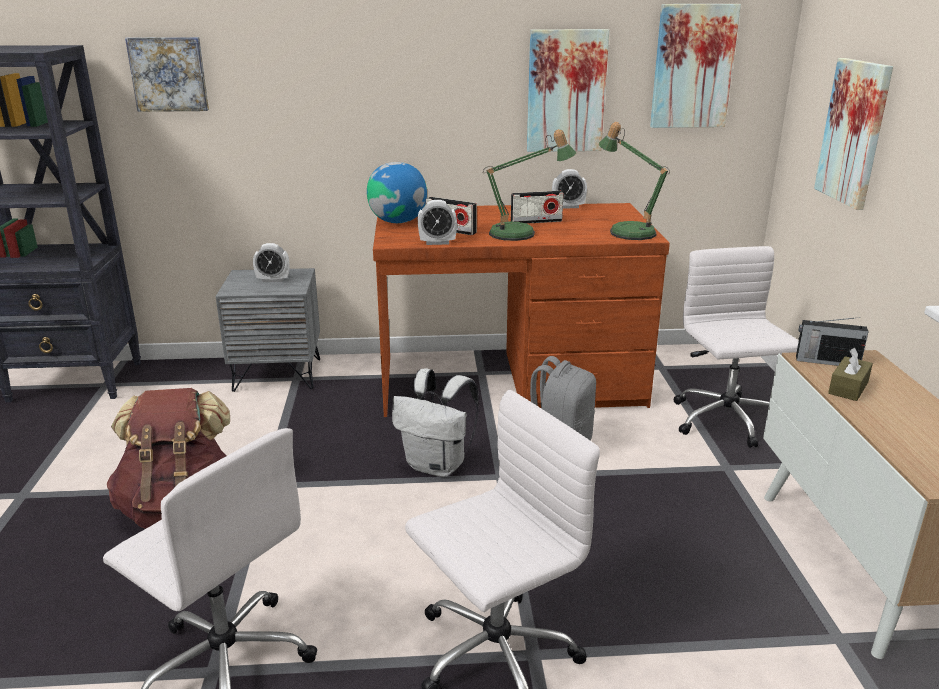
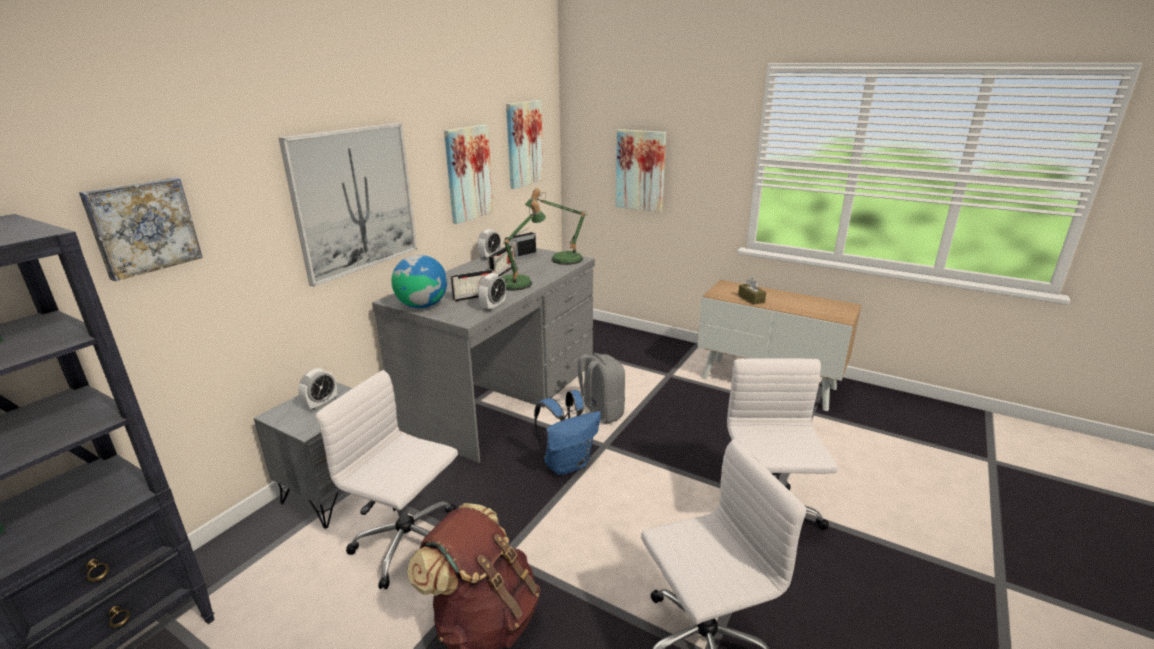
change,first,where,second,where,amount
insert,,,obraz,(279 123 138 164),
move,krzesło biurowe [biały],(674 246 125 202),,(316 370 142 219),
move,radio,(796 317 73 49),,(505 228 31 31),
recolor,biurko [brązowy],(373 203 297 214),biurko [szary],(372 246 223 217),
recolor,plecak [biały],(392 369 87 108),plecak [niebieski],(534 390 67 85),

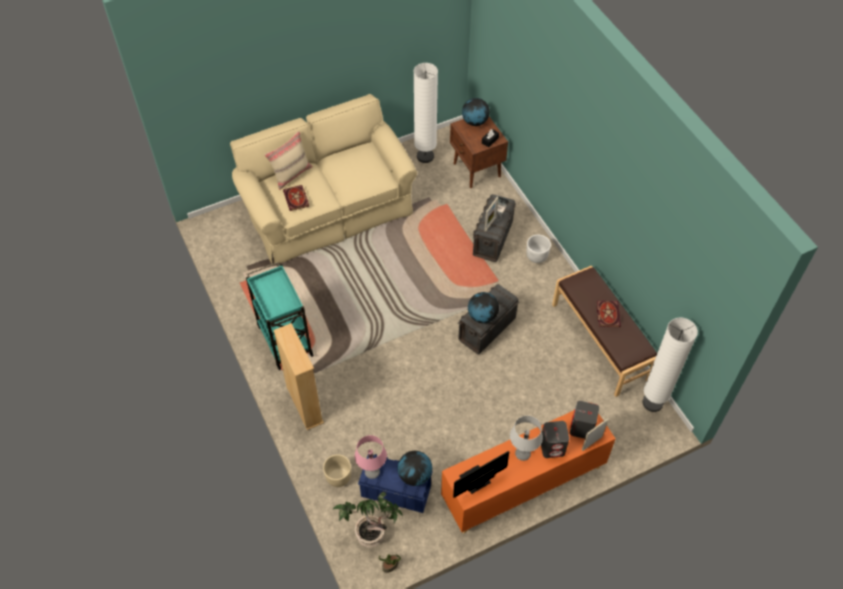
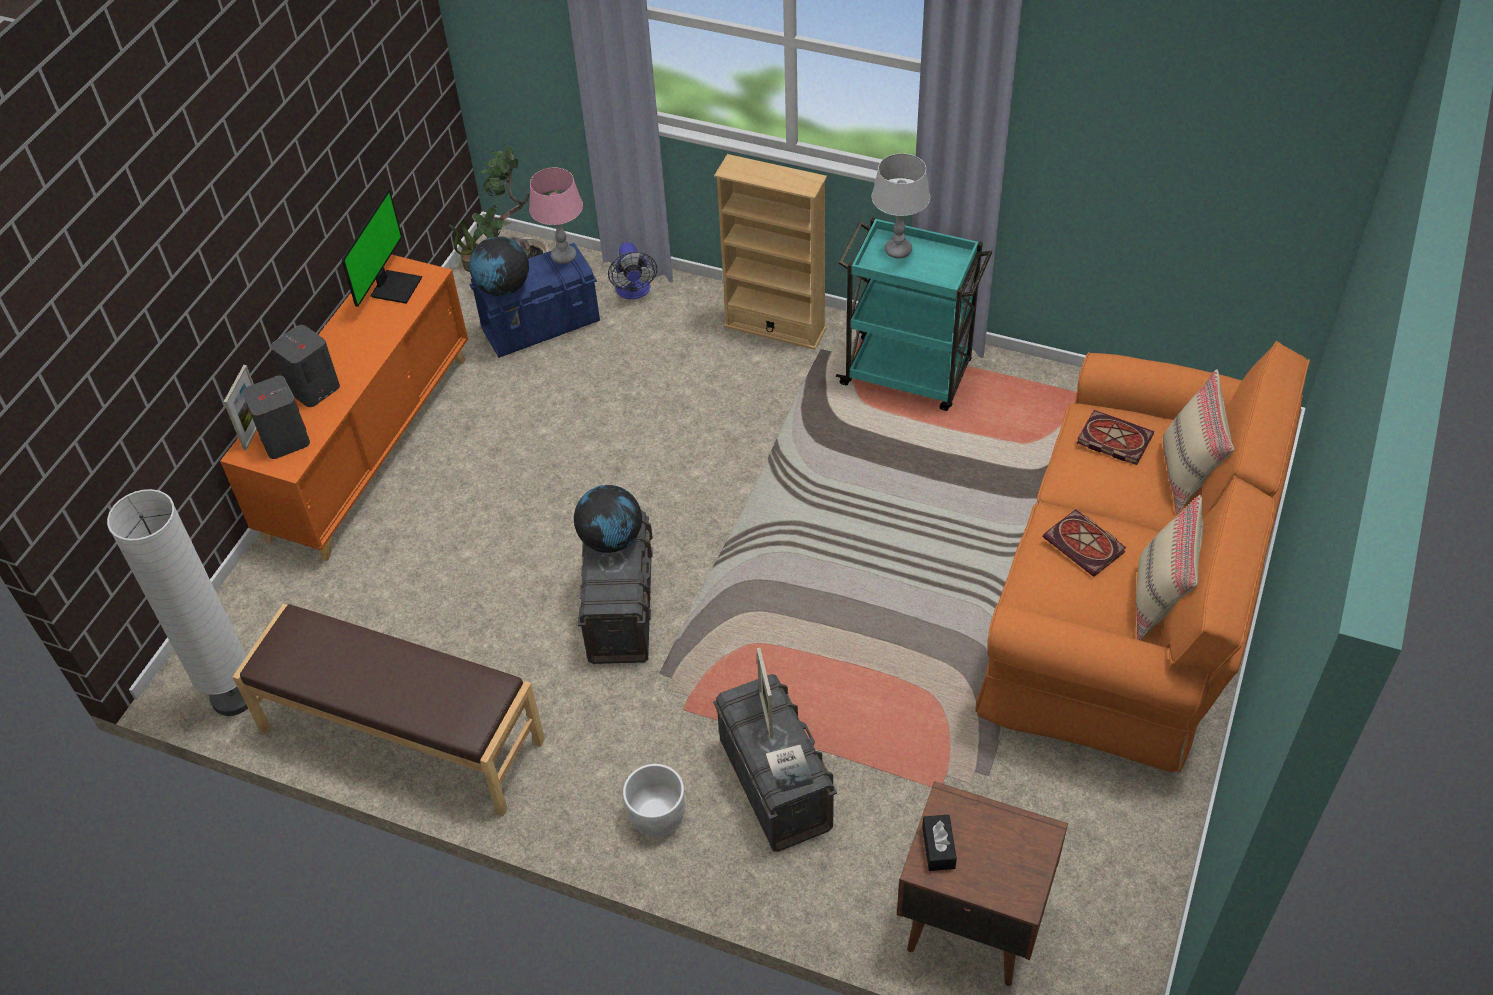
change,first,where,second,where,amount
delete,lampa stojąca [biały],(414 63 24 100),,,
delete,globus,(462 98 28 28),,,
insert,,,poduszka [beżowy],(1136 495 67 145),
move,lampa stołowa [szary],(510 416 33 45),,(872 153 58 106),
move,książka,(597 301 24 26),,(1043 509 83 68),
replace,donica [beżowy],(323 454 28 33),wentylator,(608 242 49 57),
recolor,kanapa [beżowy],(230 94 187 171),kanapa [pomarańczowy],(976 341 334 432),

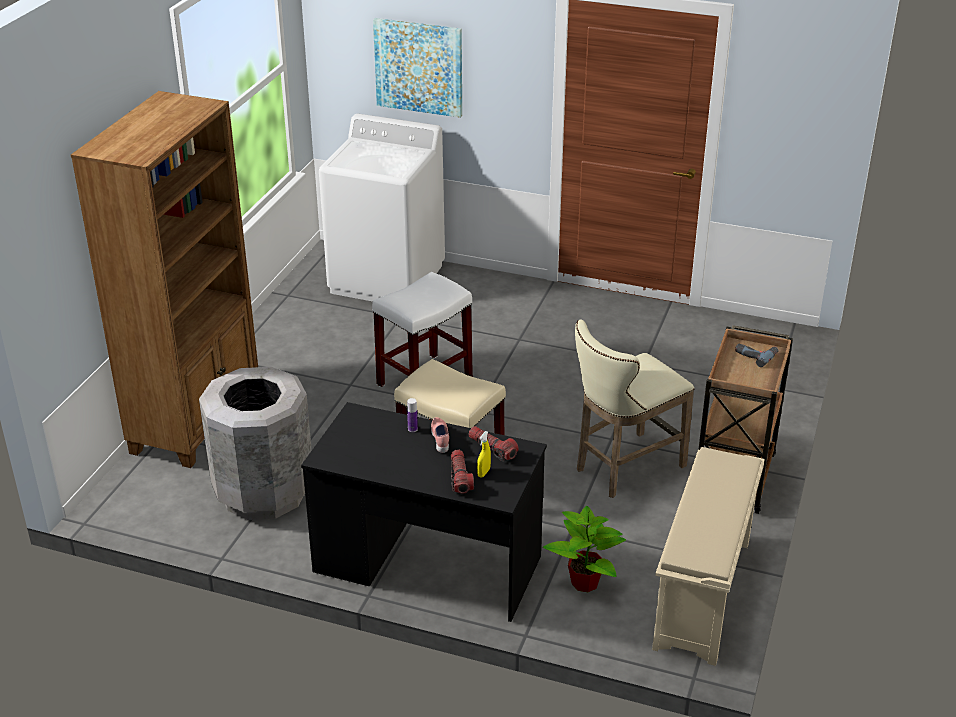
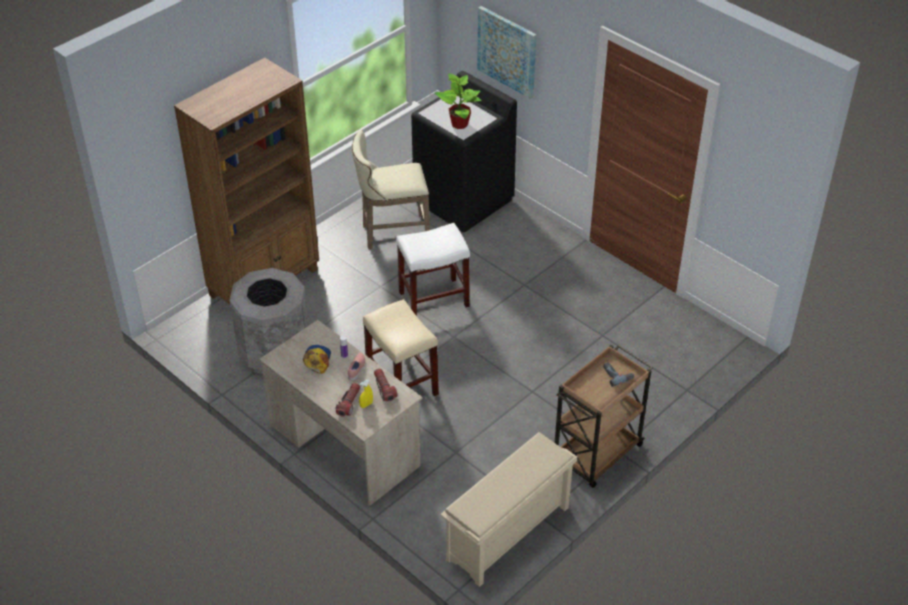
change,first,where,second,where,amount
insert,,,czapka z daszkiem,(303 345 28 29),
move,roślina doniczkowa,(543 506 83 86),,(435 73 47 56),
move,stołek [beżowy],(575 319 119 179),,(352 130 78 120),
recolor,biurko [czarny],(301 402 246 220),biurko [beżowy],(259 320 163 186),
recolor,pralka [biały],(319 114 126 188),pralka [czarny],(411 71 106 161),

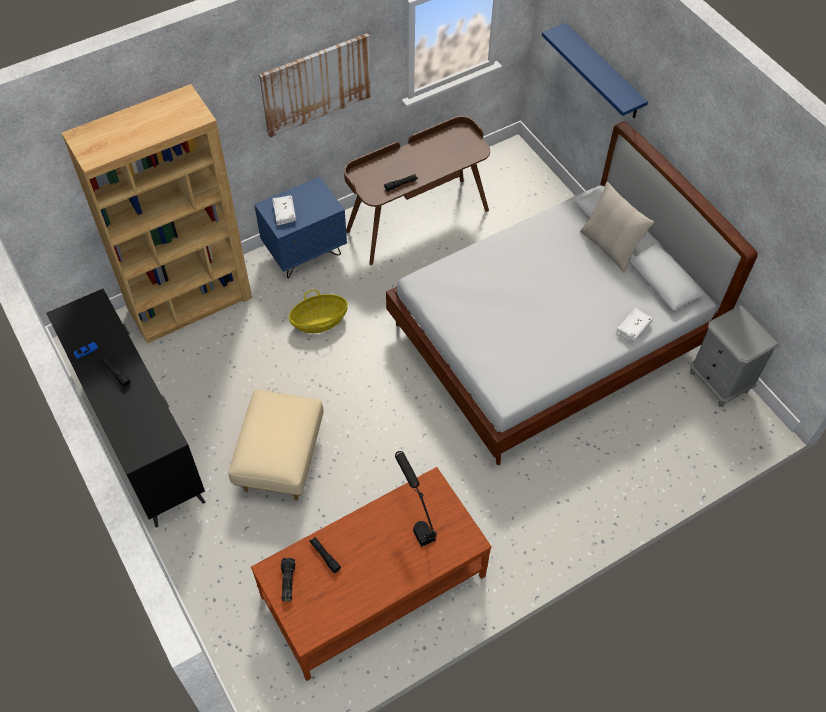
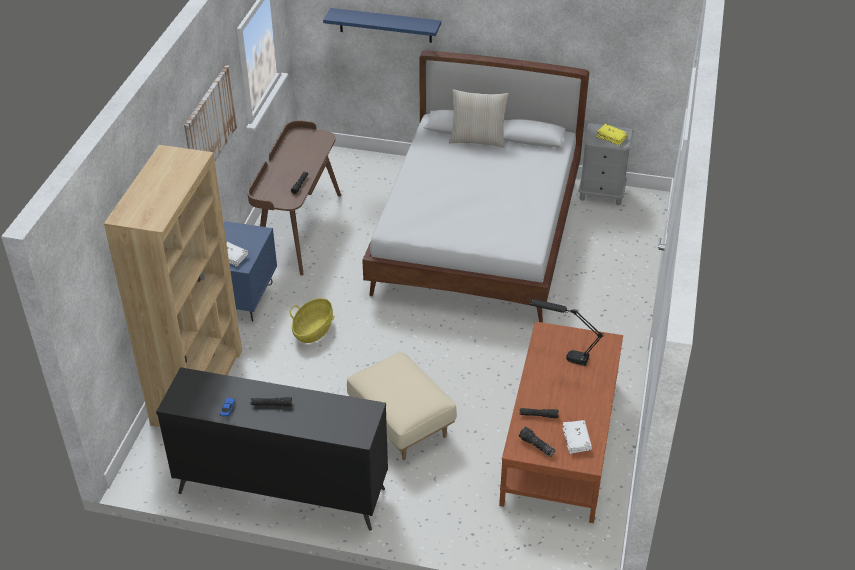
change,first,where,second,where,amount
insert,,,książka [żółty],(596 124 32 22),
move,książka [biały],(616 308 37 34),,(563 420 29 34),

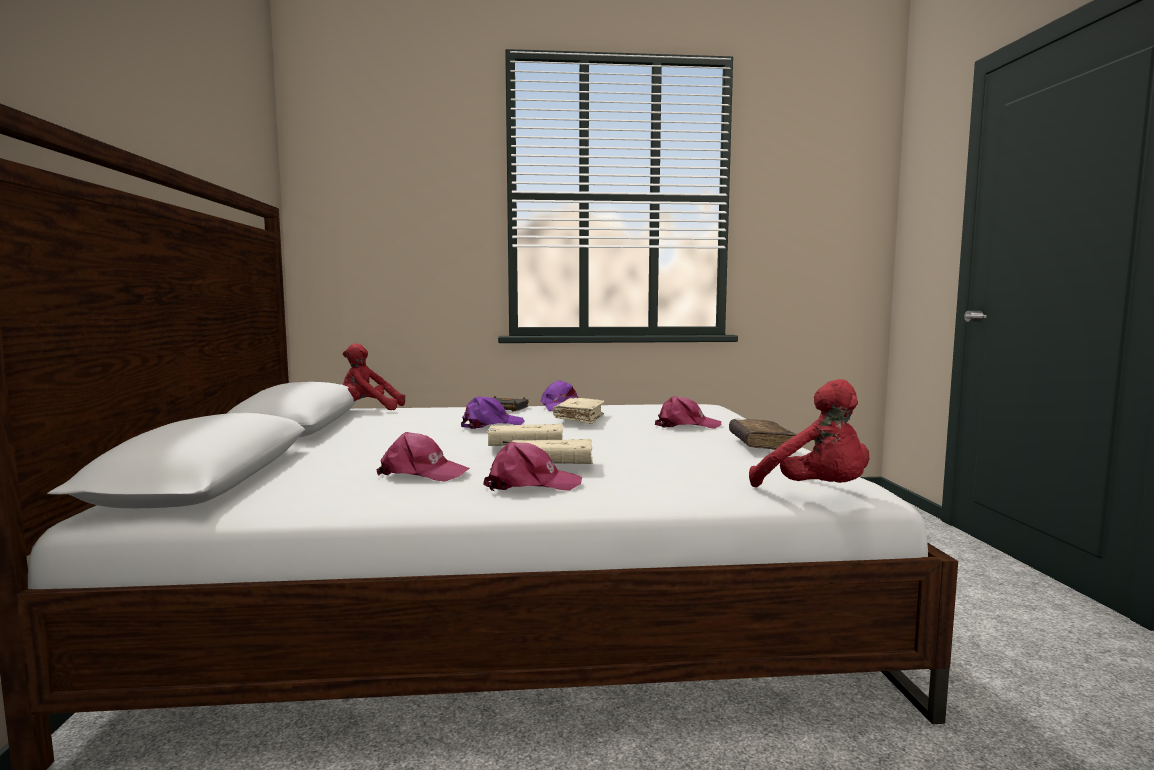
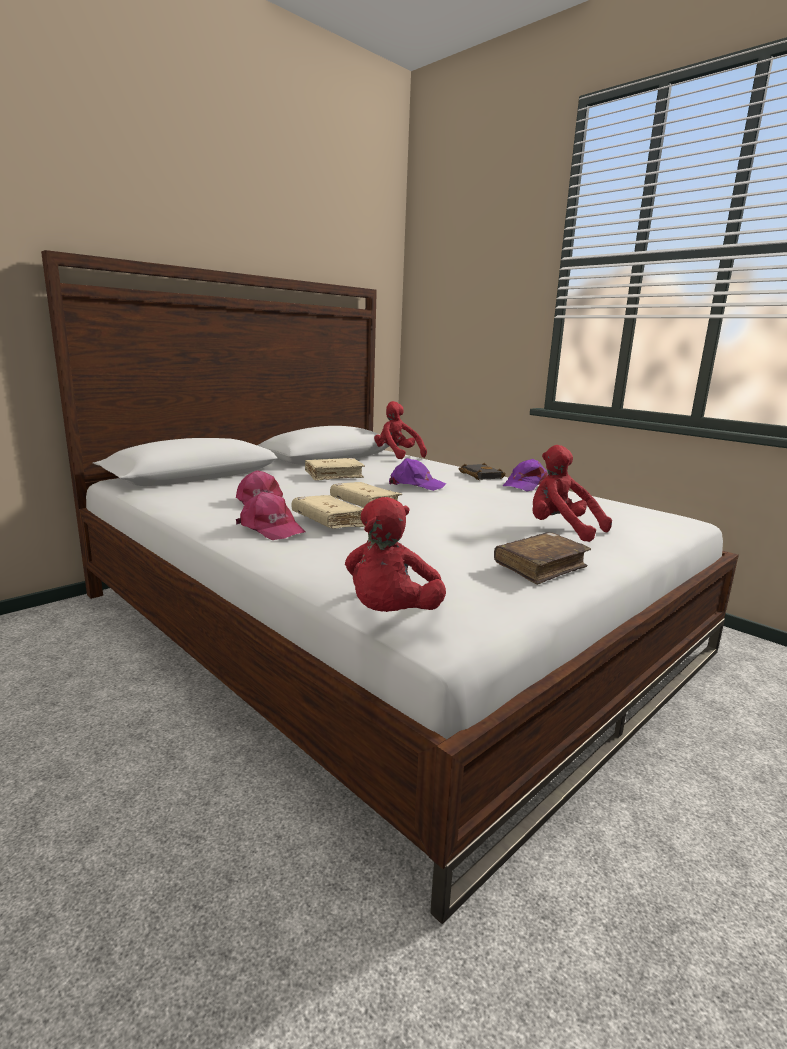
change,first,where,second,where,amount
move,książka [beżowy],(553 397 52 27),,(305 458 60 23),
replace,czapka z daszkiem [różowy],(655 396 66 33),pluszak [czerwony],(532 445 80 97),

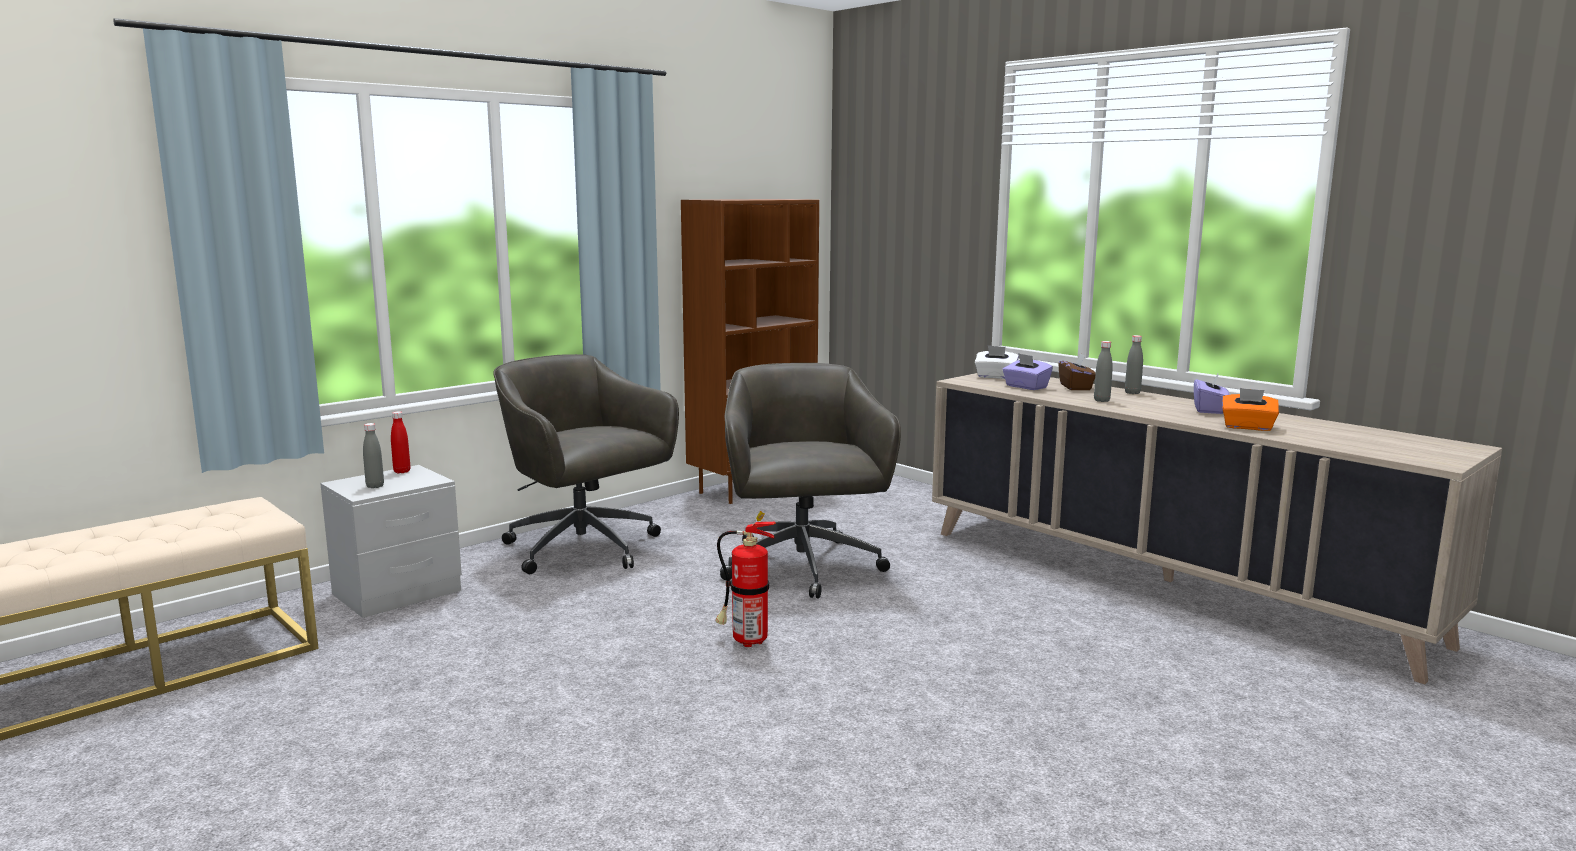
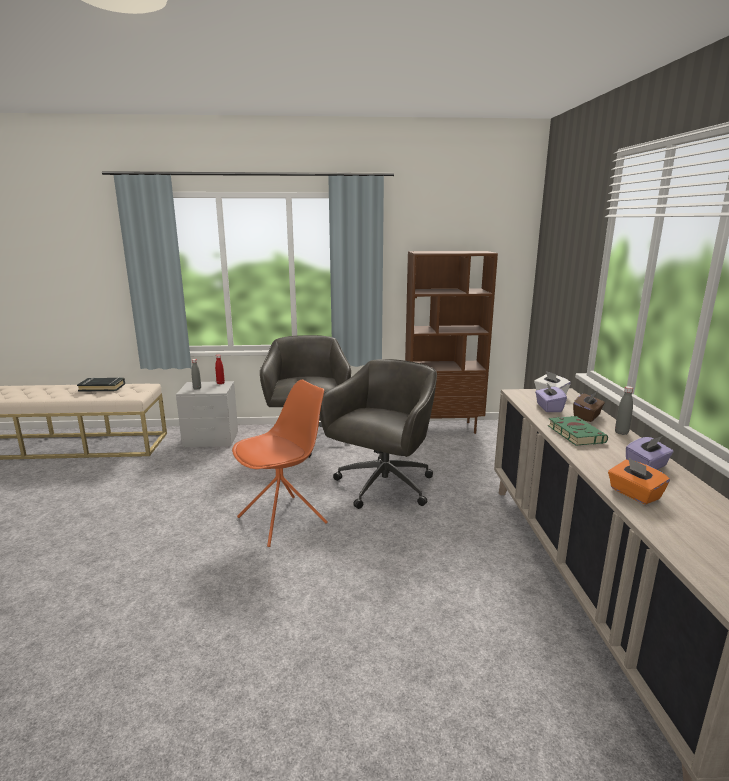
change,first,where,second,where,amount
insert,,,książka [czarny],(77 377 48 15),
replace,gaśnica,(716 511 60 136),krzesło [pomarańczowy],(232 380 96 167),
replace,butelka [szary],(1094 341 19 61),książka [zielony],(548 416 60 30),

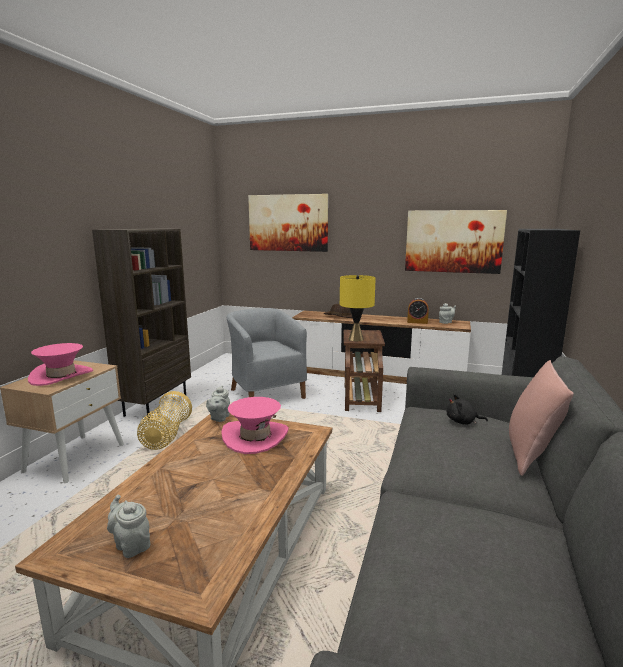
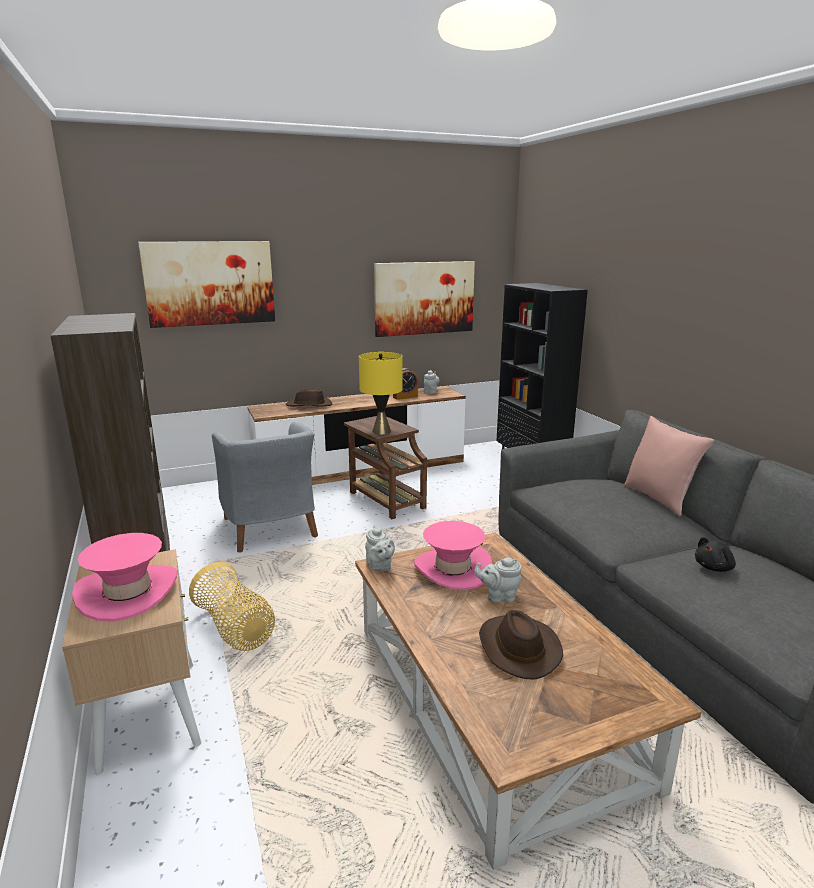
change,first,where,second,where,amount
insert,,,kapelusz [brązowy],(479 610 84 70),
move,imbryk [szary],(107 495 43 63),,(474 557 48 46),
move,pluszak [czarny],(447 394 41 30),,(695 537 41 35),
rotate,fotel [szary],(226 308 81 91),,(212 422 106 131),135 degrees counterclockwise

